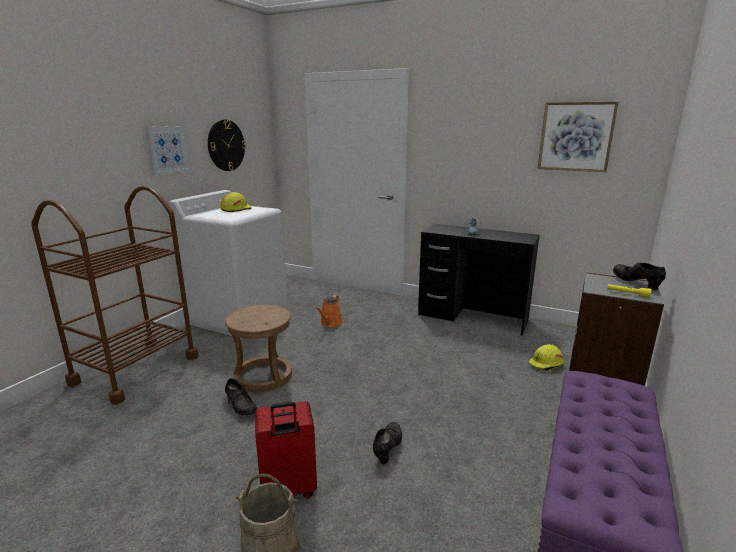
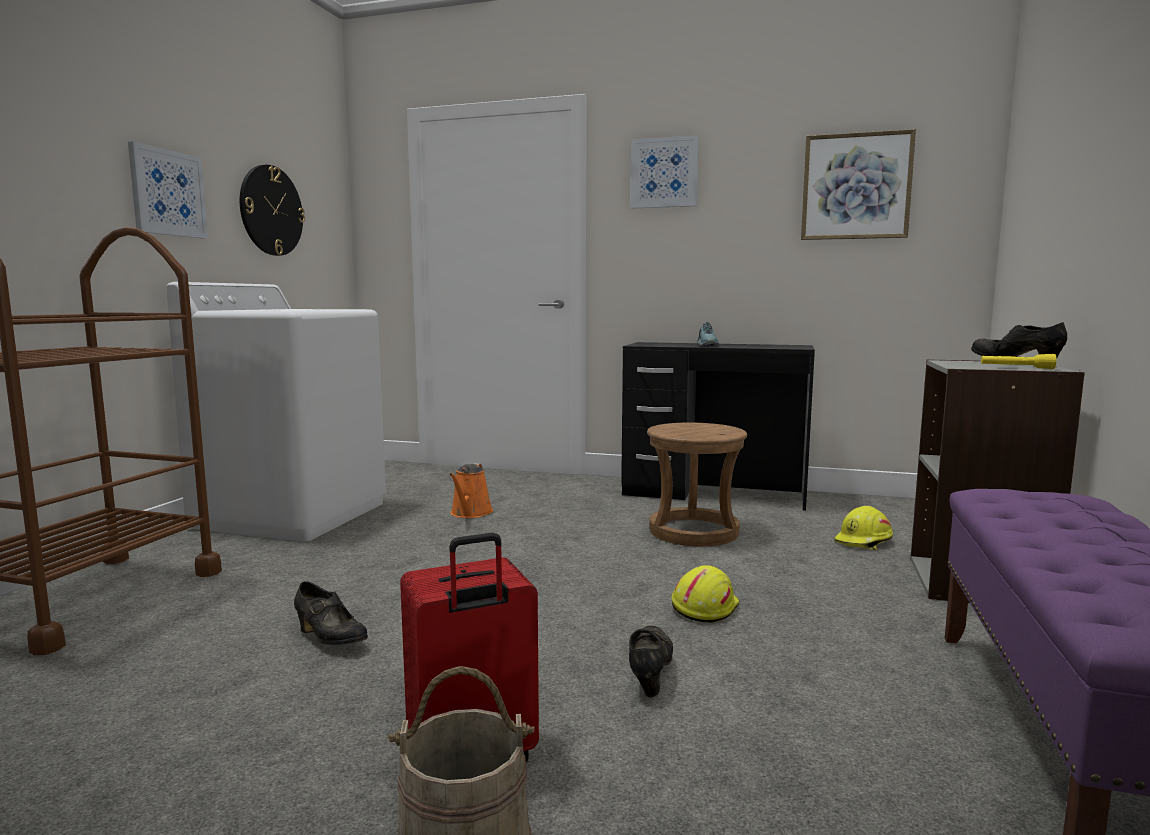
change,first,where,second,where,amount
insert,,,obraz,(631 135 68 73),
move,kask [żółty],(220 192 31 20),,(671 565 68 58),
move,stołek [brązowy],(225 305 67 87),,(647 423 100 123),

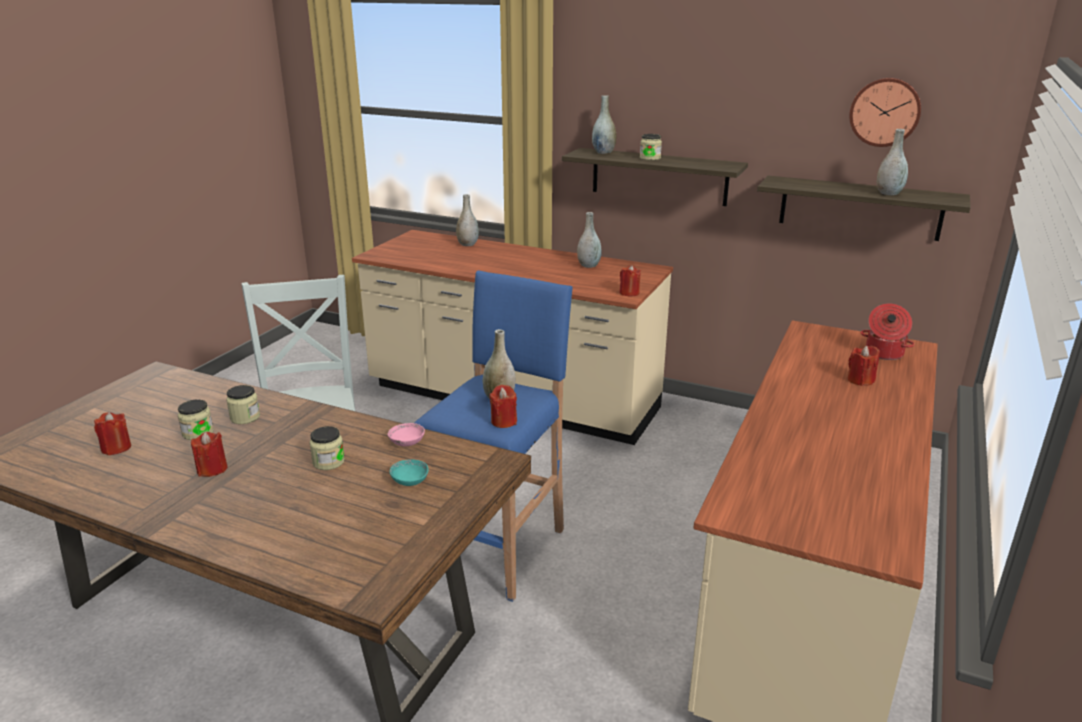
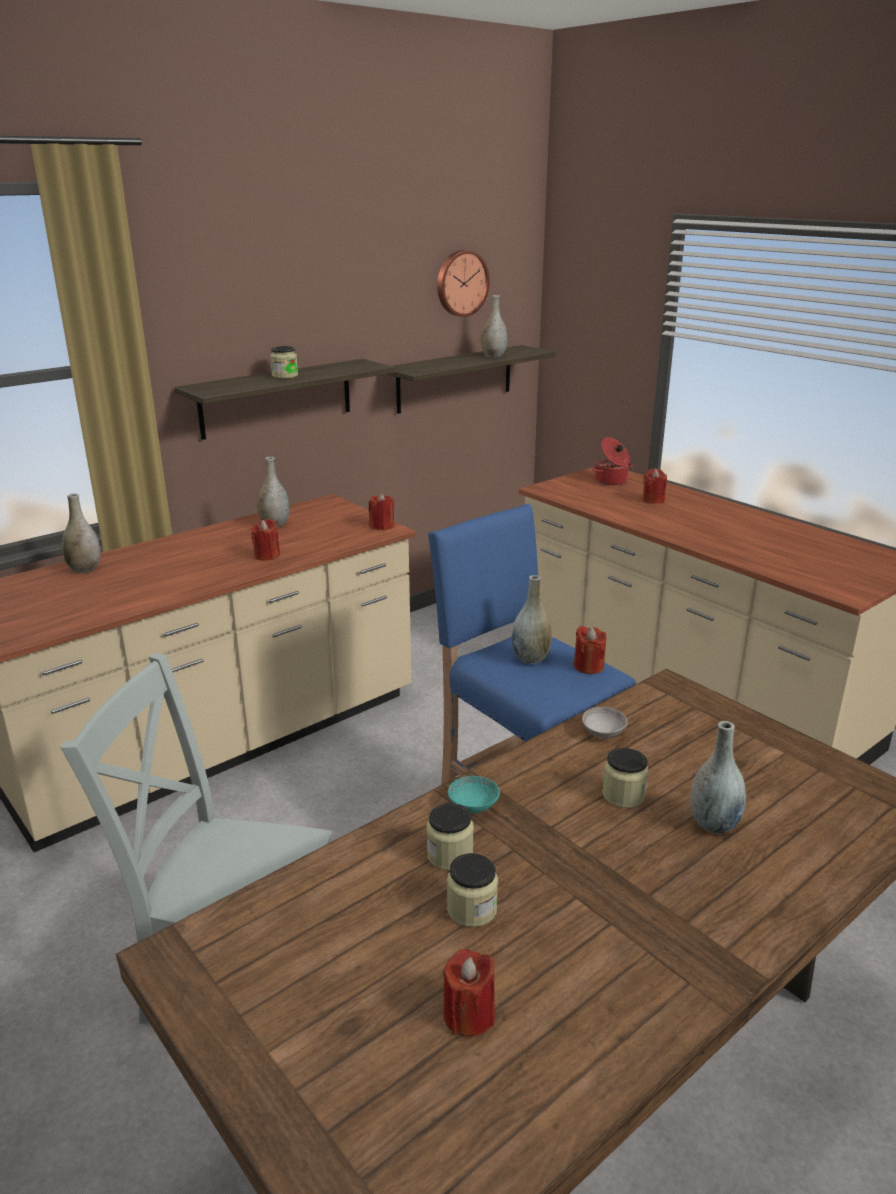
change,first,where,second,where,amount
move,świeca [czerwony],(191 432 36 45),,(251 519 29 41),
move,miska [turkusowy],(390 459 39 27),,(448 776 52 37),
move,wazon [szary],(592 95 25 59),,(690 721 56 113),
recolor,miska [różowy],(387 423 38 23),miska [szary],(582 707 46 32),

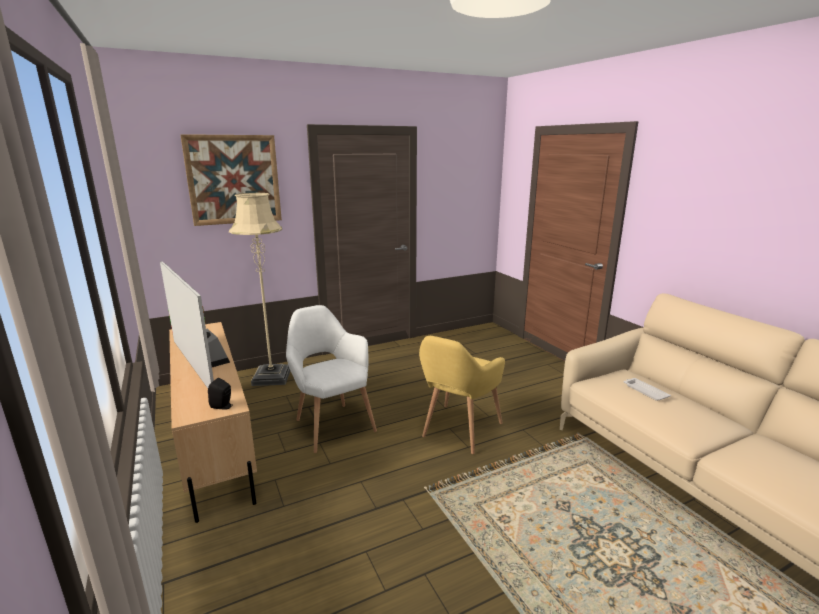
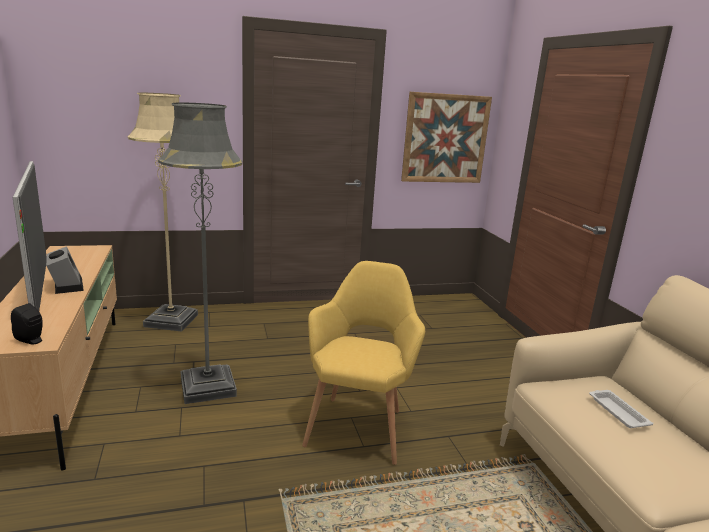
change,first,where,second,where,amount
move,obraz,(180 134 102 92),,(401 92 91 91),
replace,fotel [biały],(286 305 91 148),lampa stojąca [szary],(158 102 84 302),
rotate,fotel [żółty],(419 336 86 118),,(302 261 123 204),150 degrees clockwise

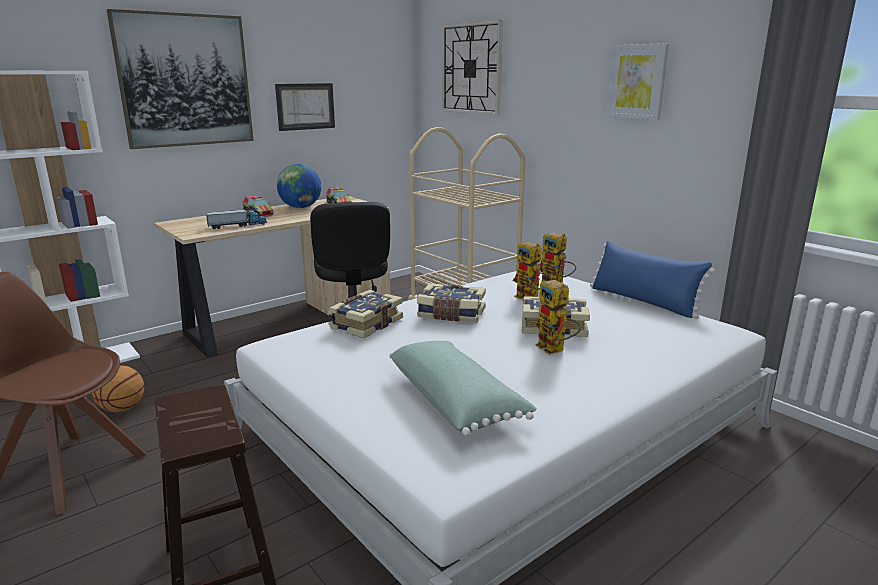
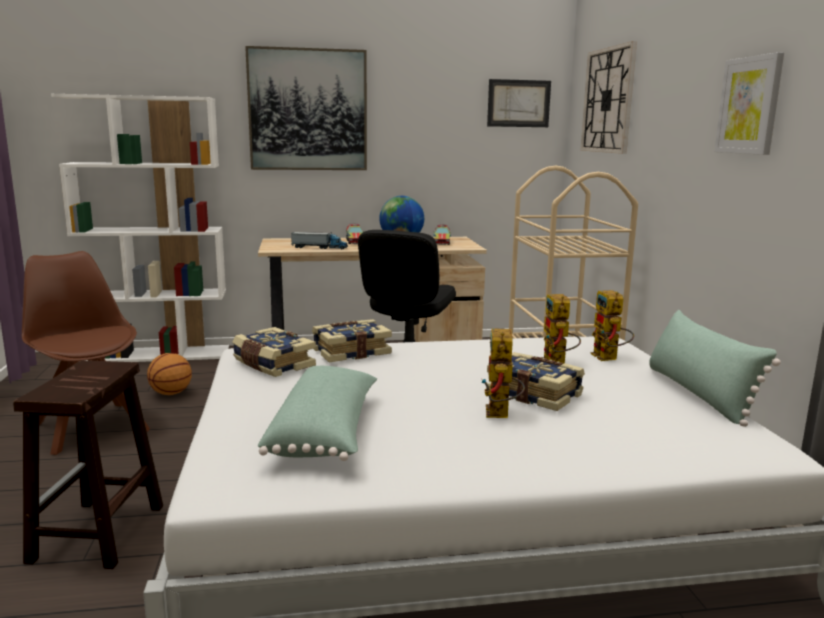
change,first,where,second,where,amount
move,obraz,(275 83 60 48),,(487 79 64 48),
move,książka,(417 283 69 40),,(232 327 84 50),
recolor,poduszka [niebieski],(590 241 125 78),poduszka [zielony],(649 310 132 117),

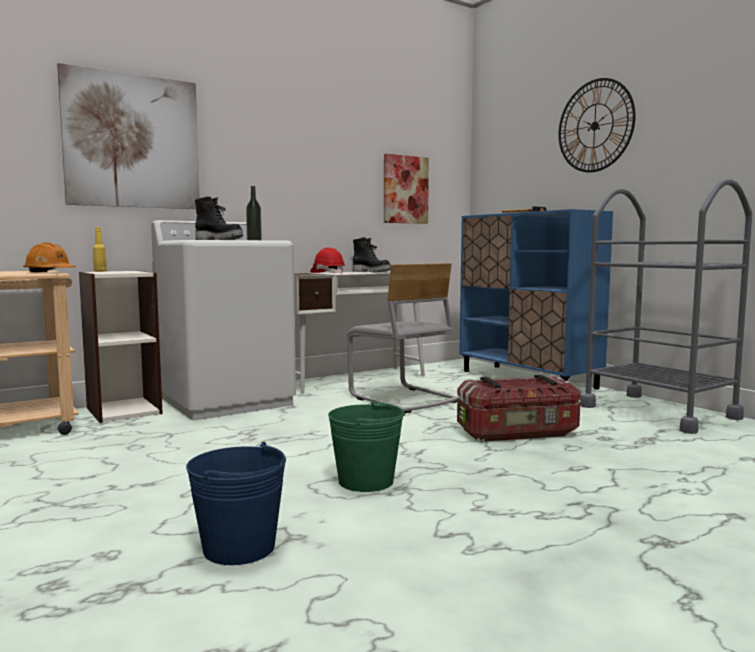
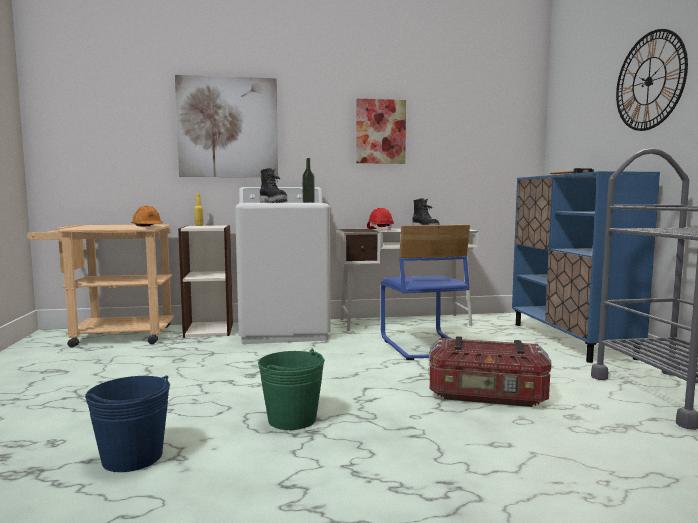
change,first,where,second,where,amount
move,obraz,(384 154 45 70),,(356 99 50 65),
recolor,krzesło [szary],(347 263 111 150),krzesło [niebieski],(381 224 89 136),

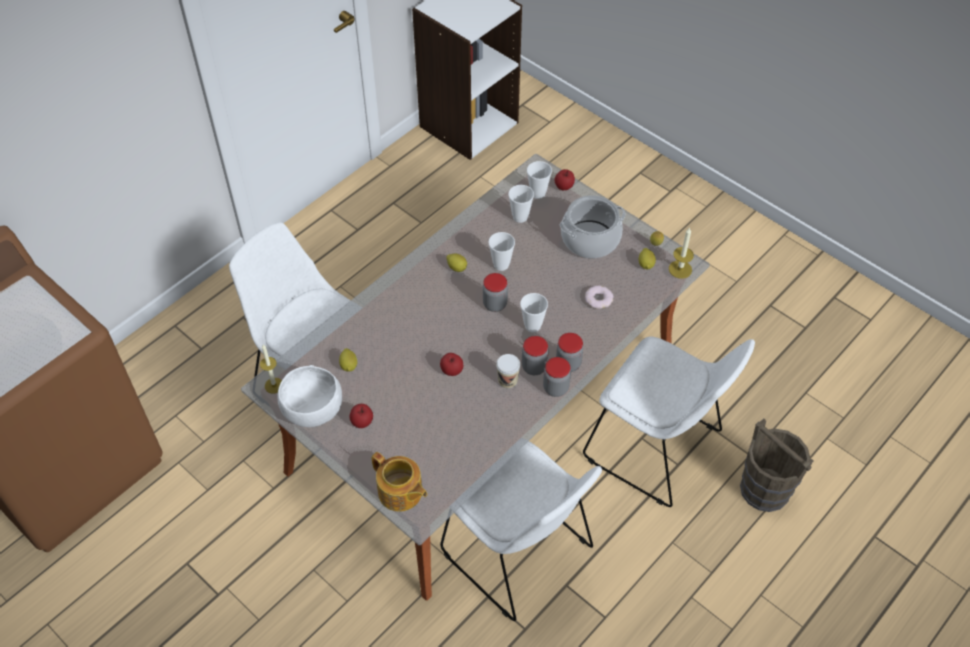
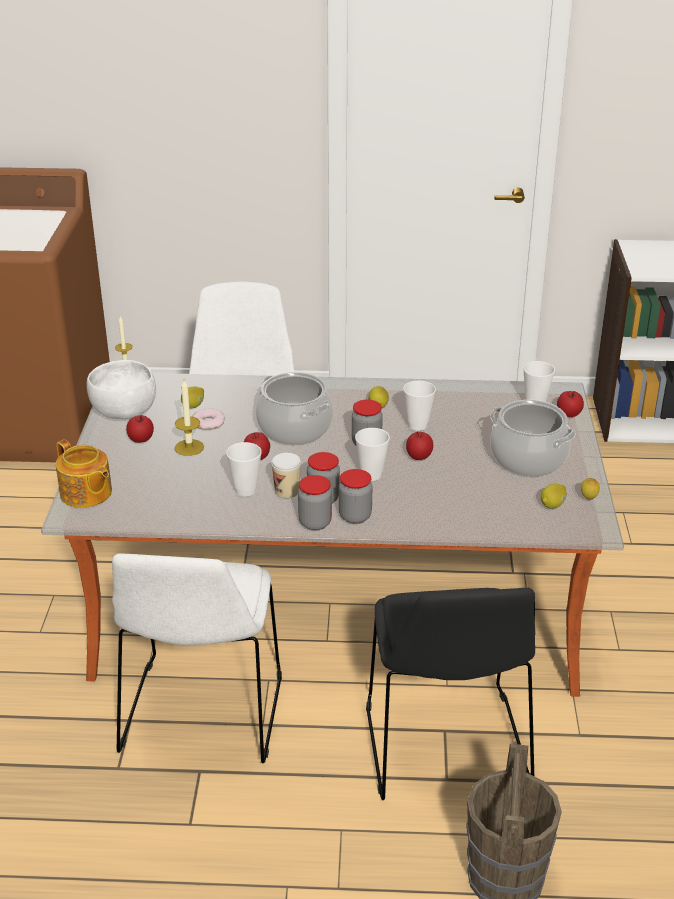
change,first,where,second,where,amount
insert,,,garnek,(256 372 77 73),
insert,,,jabłko,(406 431 27 29),
move,filiżanka,(508 185 26 38),,(226 442 36 55),
move,donut,(585 285 28 24),,(192 408 33 22),
move,świeca,(669 227 25 52),,(175 380 29 76),
recolor,krzesło [biały],(583 337 172 170),krzesło [czarny],(366 588 169 212),
rotate,imbryk,(372 452 55 60),,(56 439 56 69),45 degrees counterclockwise

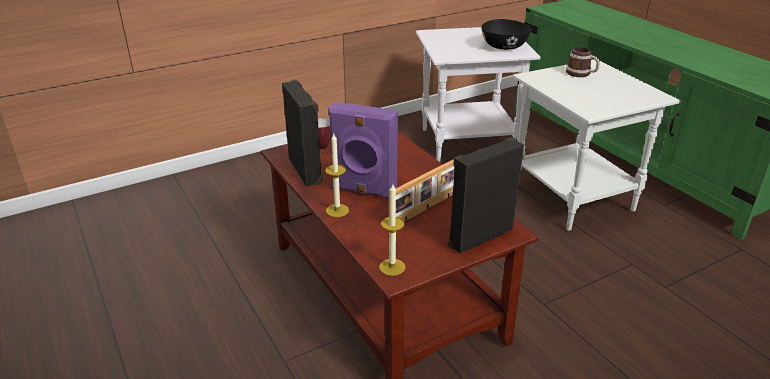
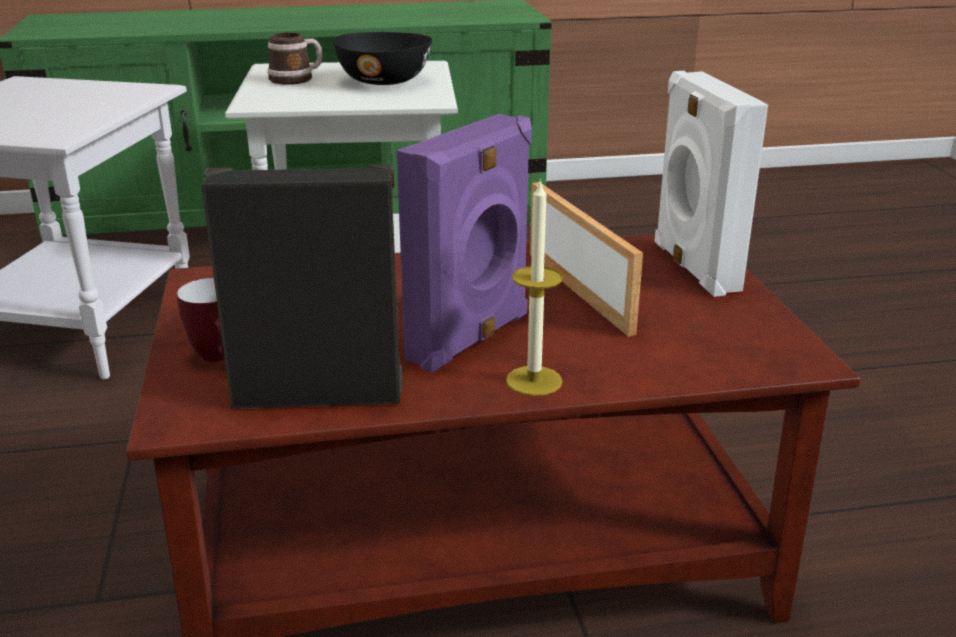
change,first,where,second,where,amount
delete,świeca,(379 184 26 92),,,
move,miska [czarny],(481 19 50 31),,(333 32 99 53),
recolor,głośnik [czarny],(448 137 76 117),głośnik [biały],(655 71 113 226),

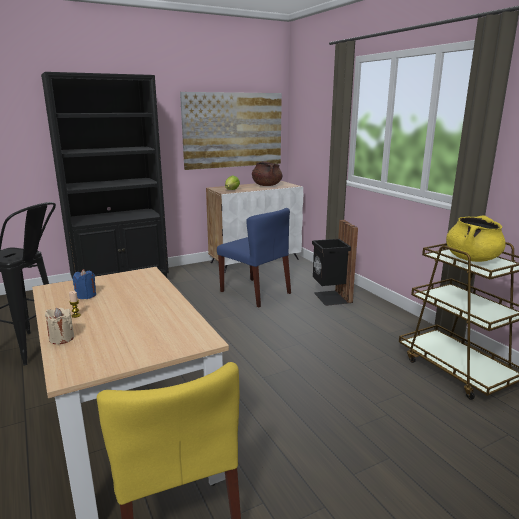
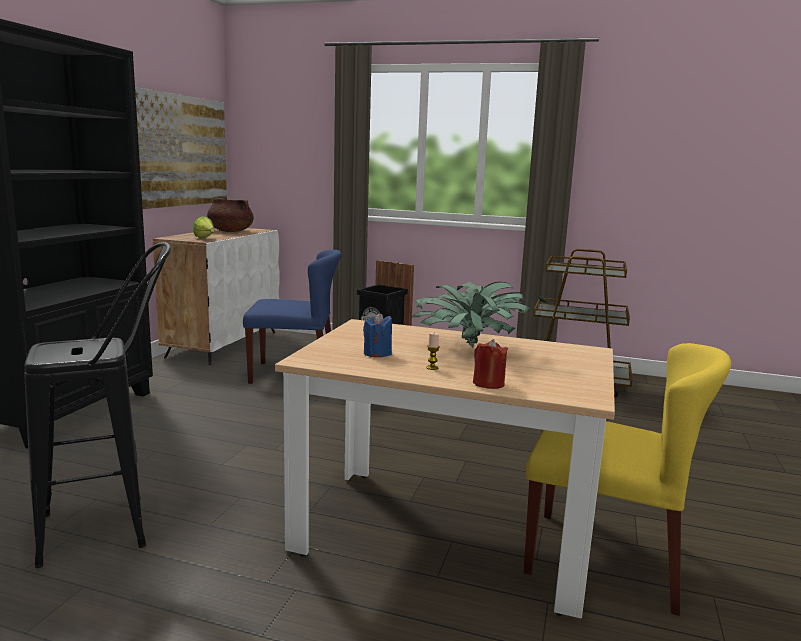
change,first,where,second,where,amount
delete,garnek [żółty],(446 215 60 47),,,
insert,,,roślina doniczkowa,(411 282 136 65),
recolor,świeca [beżowy],(45 308 29 36),świeca [czerwony],(473 339 35 50),

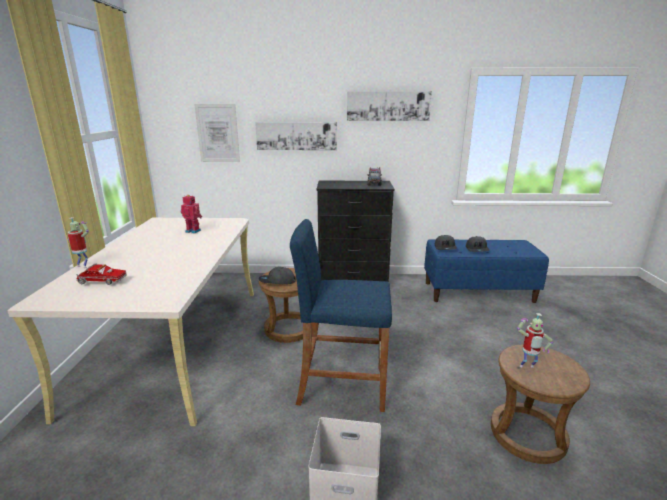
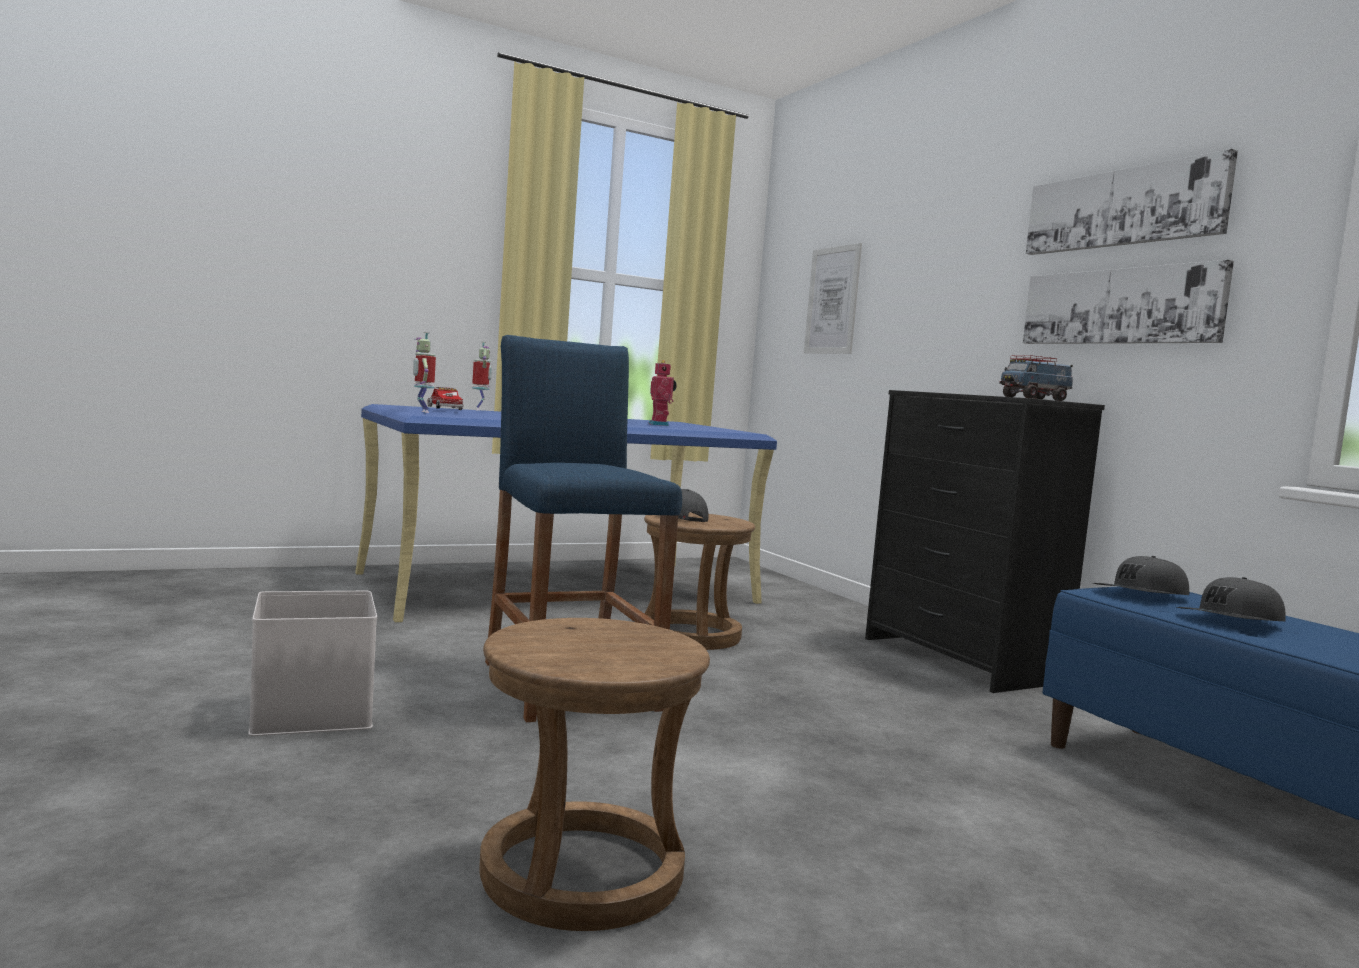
change,first,where,second,where,amount
move,obraz,(255 122 82 28),,(1023 260 211 84),
move,robot zabawkowy,(517 313 36 55),,(413 332 23 81),
recolor,biurko [beżowy],(7 218 247 208),biurko [niebieski],(355 404 422 218),

